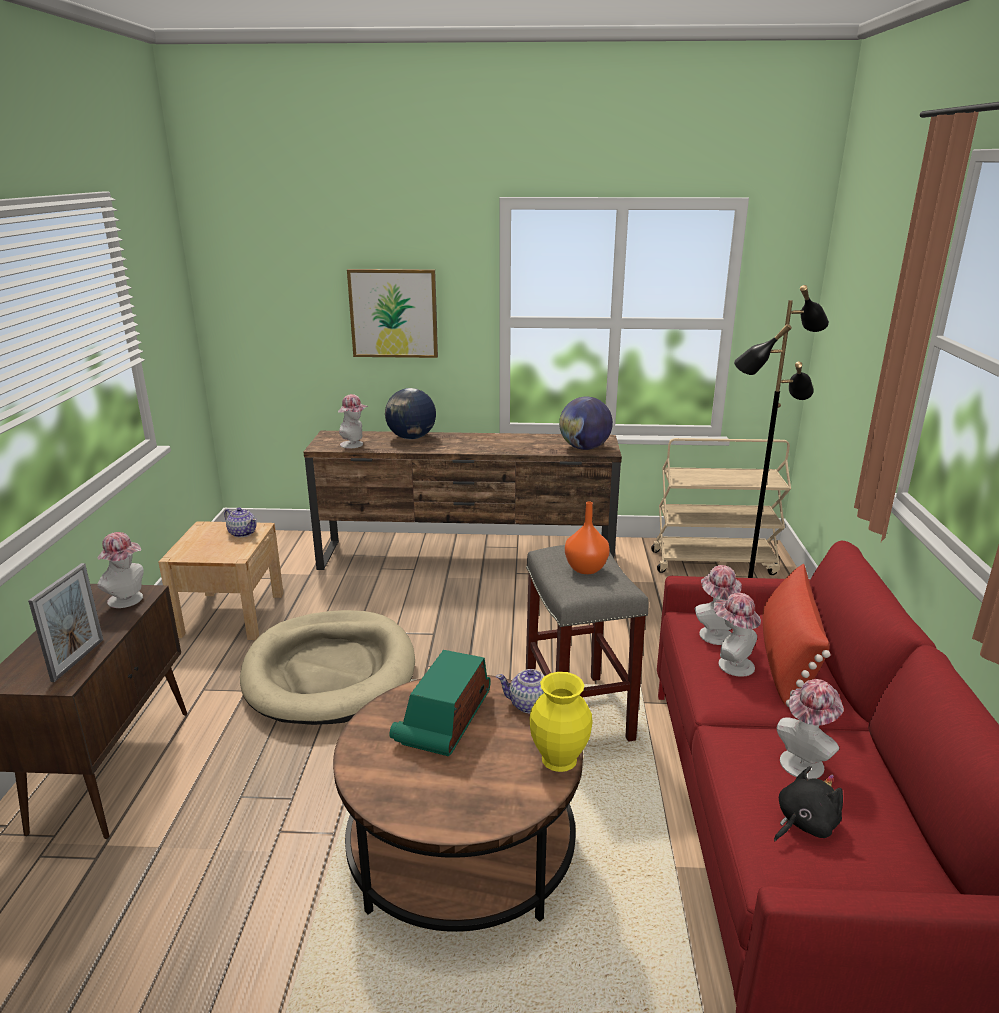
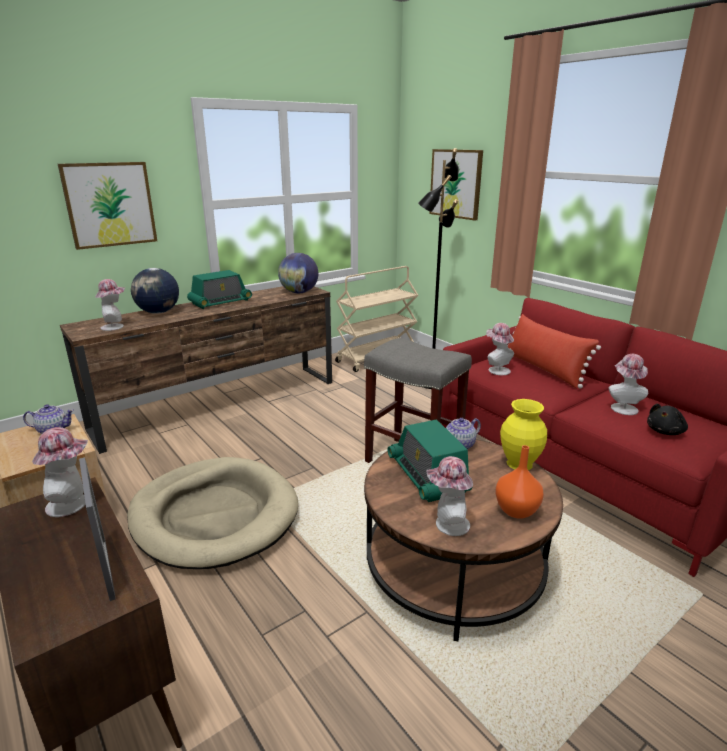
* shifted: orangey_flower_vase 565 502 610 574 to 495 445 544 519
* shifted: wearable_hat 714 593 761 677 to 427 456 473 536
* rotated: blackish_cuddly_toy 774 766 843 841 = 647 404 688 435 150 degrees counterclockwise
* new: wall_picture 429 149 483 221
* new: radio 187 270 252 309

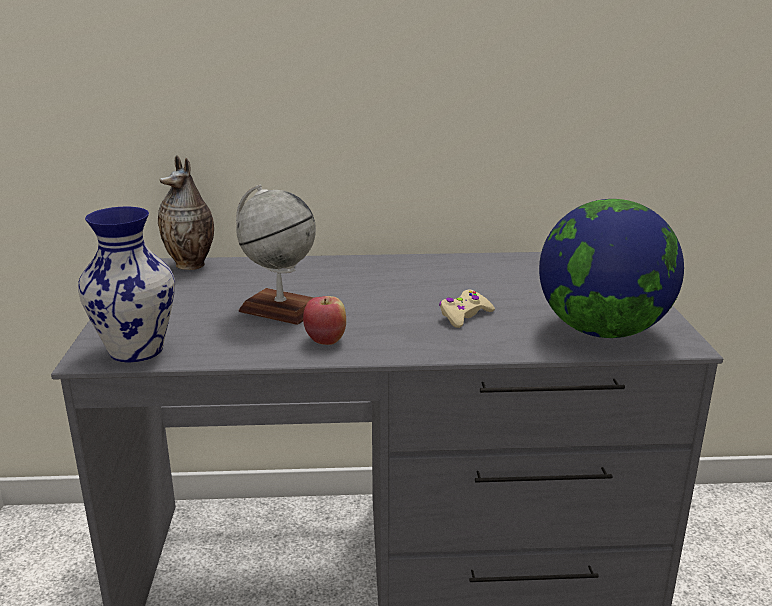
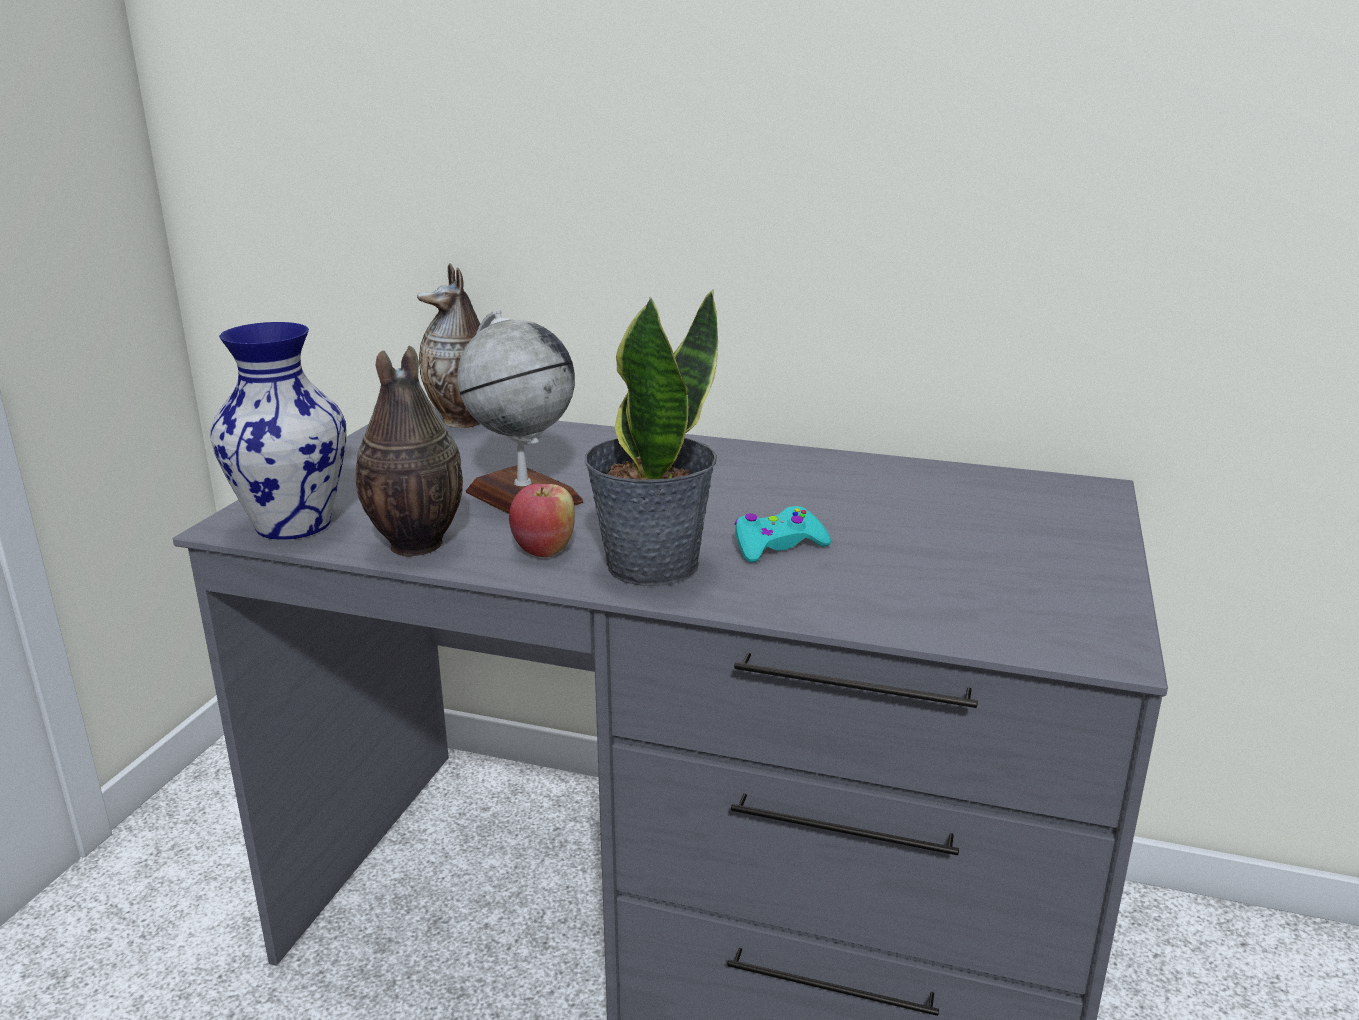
* gone: desk_globe 539 199 684 338
* repainted: beige_gamepad 439 290 495 328 to blue-green_gamepad 735 506 831 563
* new: plant_in_a_pot 584 289 718 586
* new: flower_vase 356 345 463 557

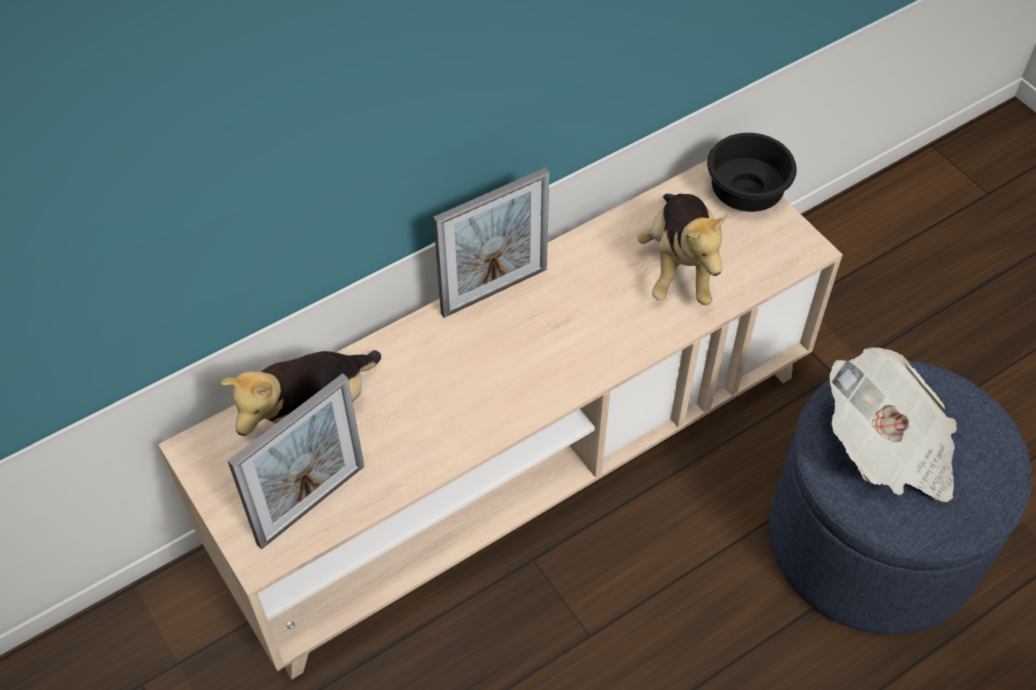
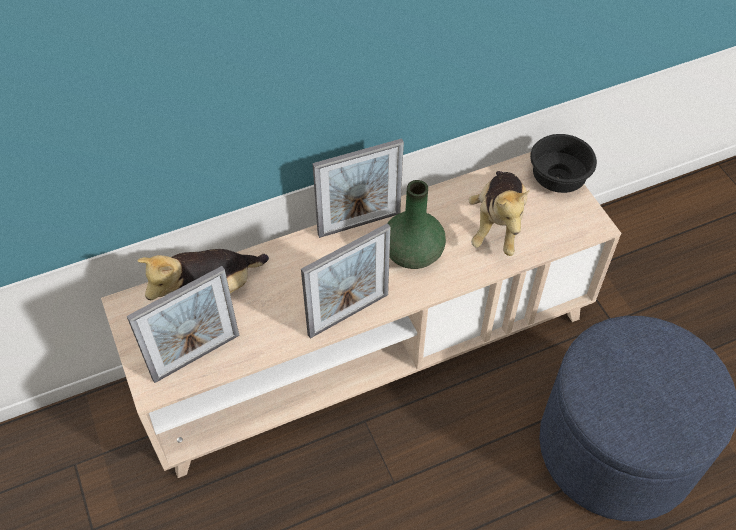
* gone: printed_paper 829 347 957 502
* new: green_flower_vase 388 180 446 269
* new: standing_frame 301 223 391 339

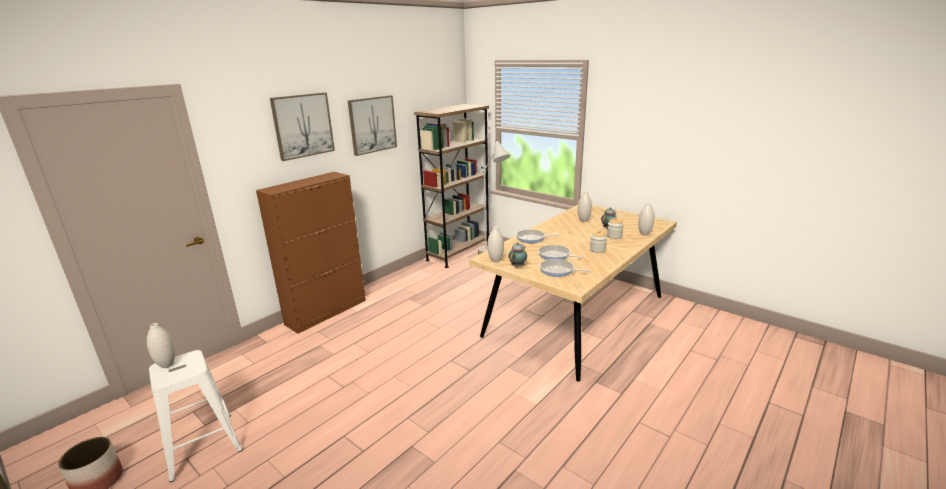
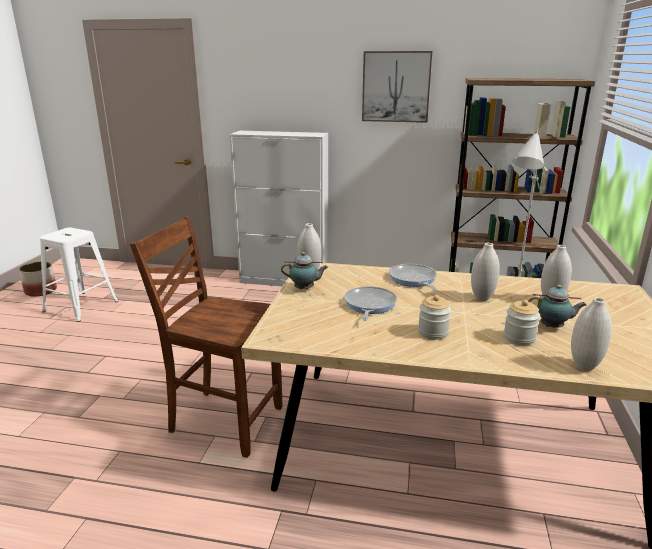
* gone: wall_picture 270 93 335 161
* repainted: brown-coloured_cabinet 256 172 366 334 to white_cabinet 229 131 328 286
* gone: skillet 540 259 591 277
* shifted: white_flower_vase 147 323 175 368 to 471 243 500 301
* new: brown-coloured_chair 130 216 283 458

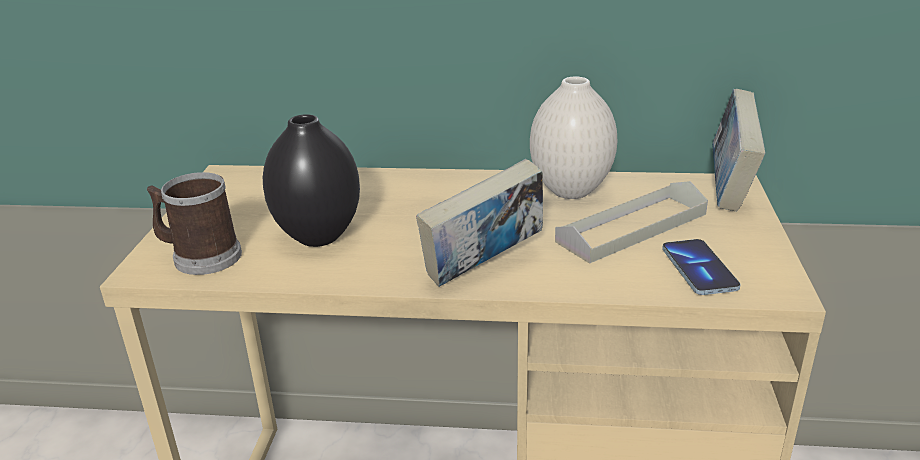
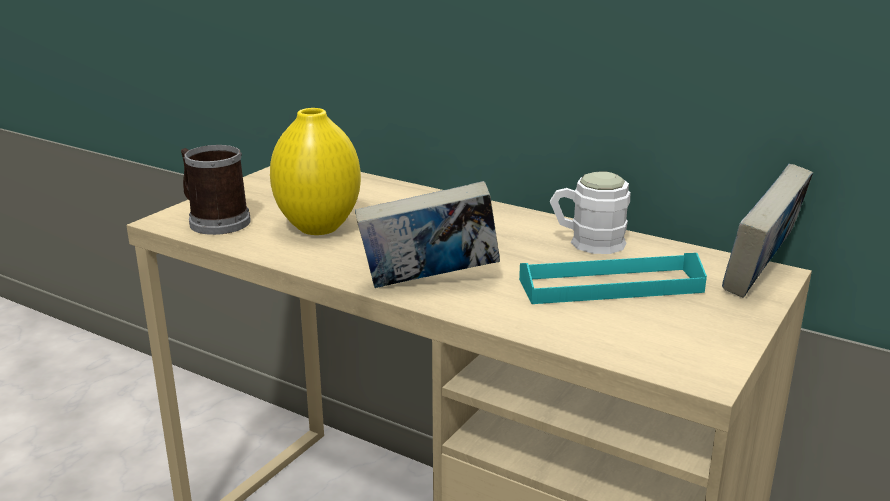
* swapped: white_flower_vase 530 77 617 199 to white_mug 550 172 630 254
* repainted: blackish_flower_vase 263 114 360 247 to yellow-coloured_flower_vase 270 108 361 235
* repainted: greyish_tray 555 181 708 264 to blue-green_tray 519 253 707 304
* gone: phone 662 239 740 295

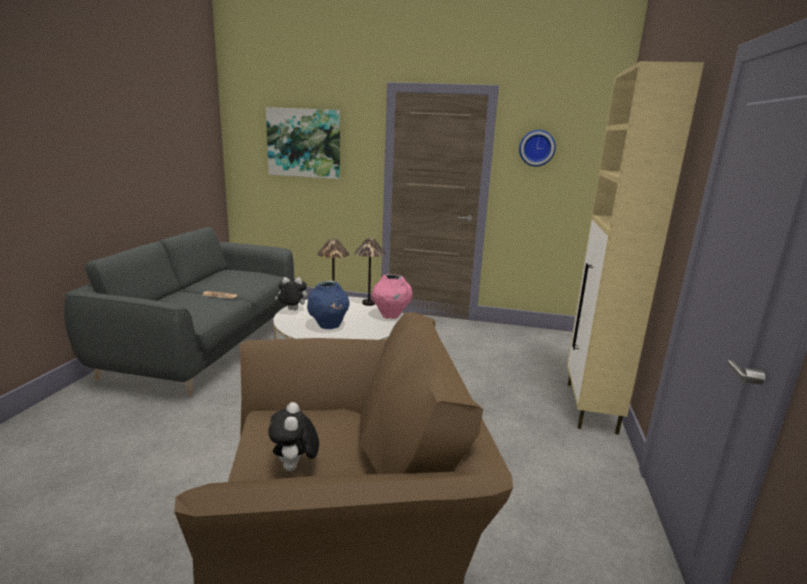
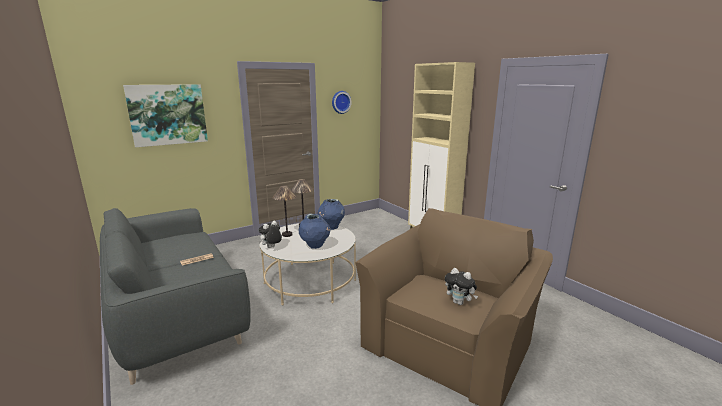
* repainted: pinkish_flower_vase 371 274 413 319 to bluish_flower_vase 318 199 345 230

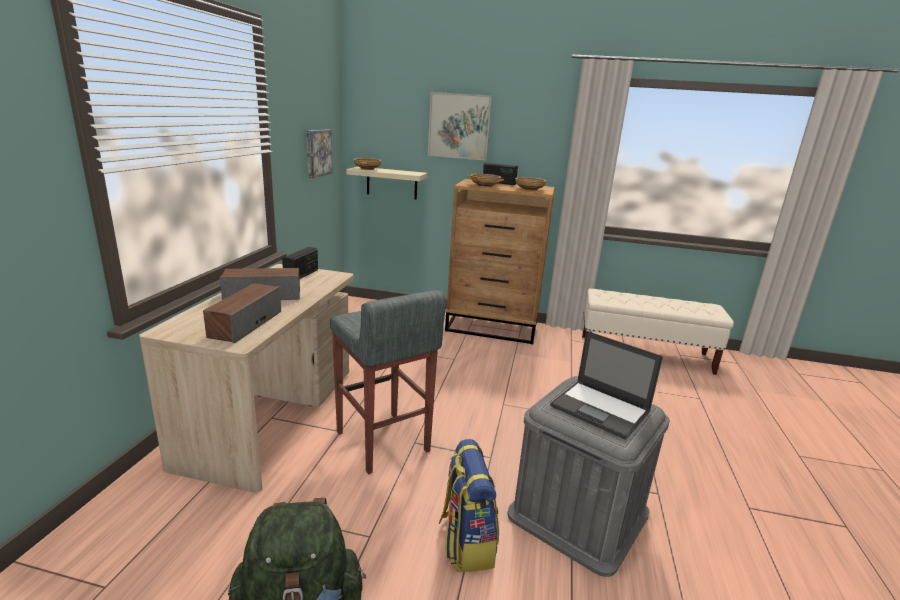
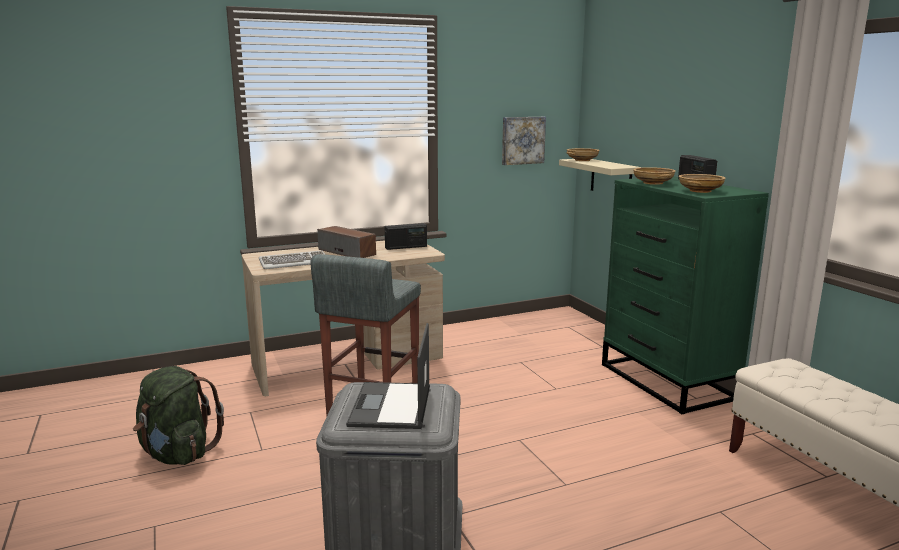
* gone: wall_picture 428 92 492 160
* repainted: brown-coloured_dresser 445 179 555 344 to green_dresser 602 176 769 414
* swapped: speaker 203 283 281 343 to keyboard 259 250 325 269
* gone: backpack 439 439 499 573

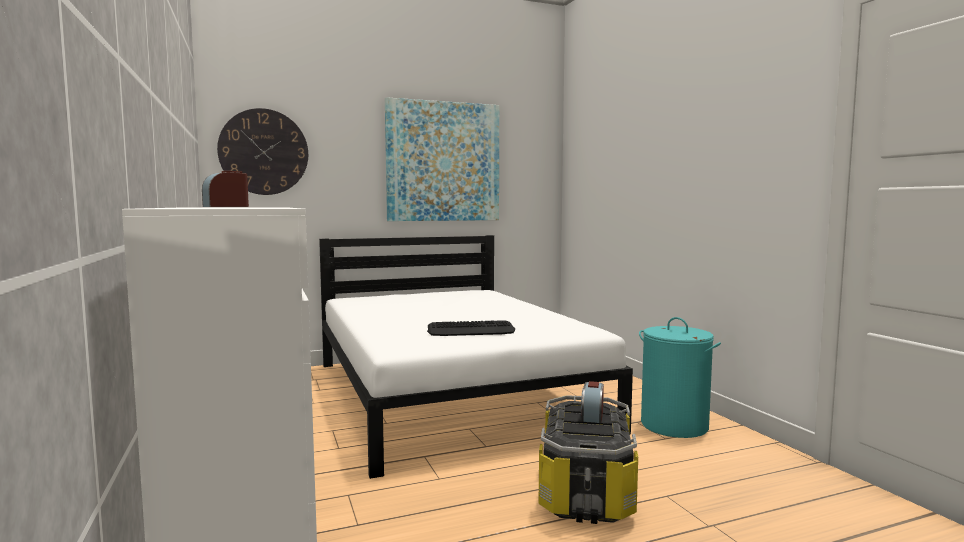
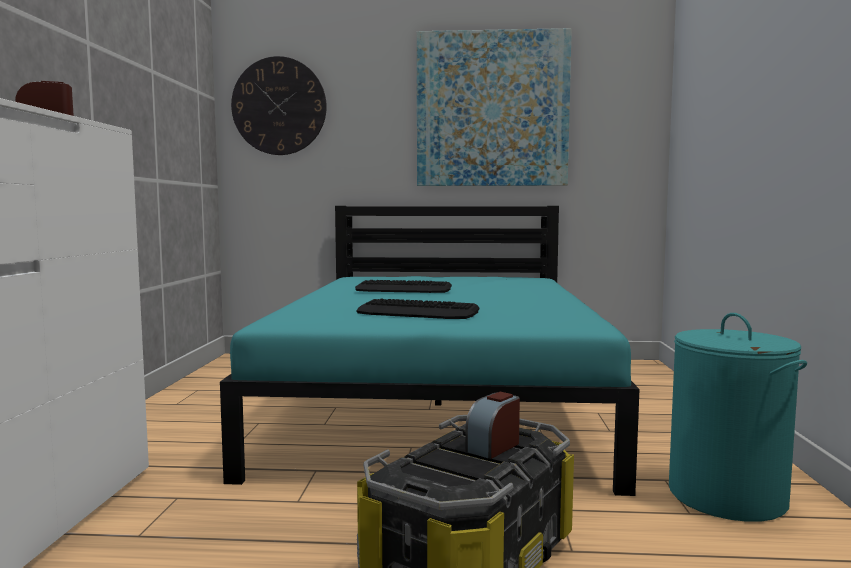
* repainted: white_sleeping_bed 319 235 633 479 to blue-green_sleeping_bed 220 206 640 496
* new: keyboard 355 280 452 293

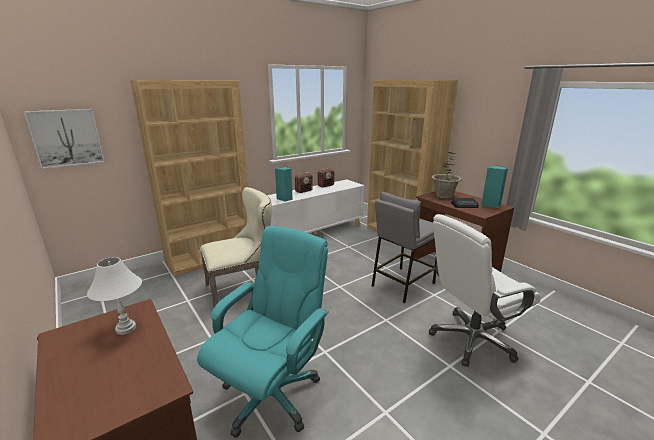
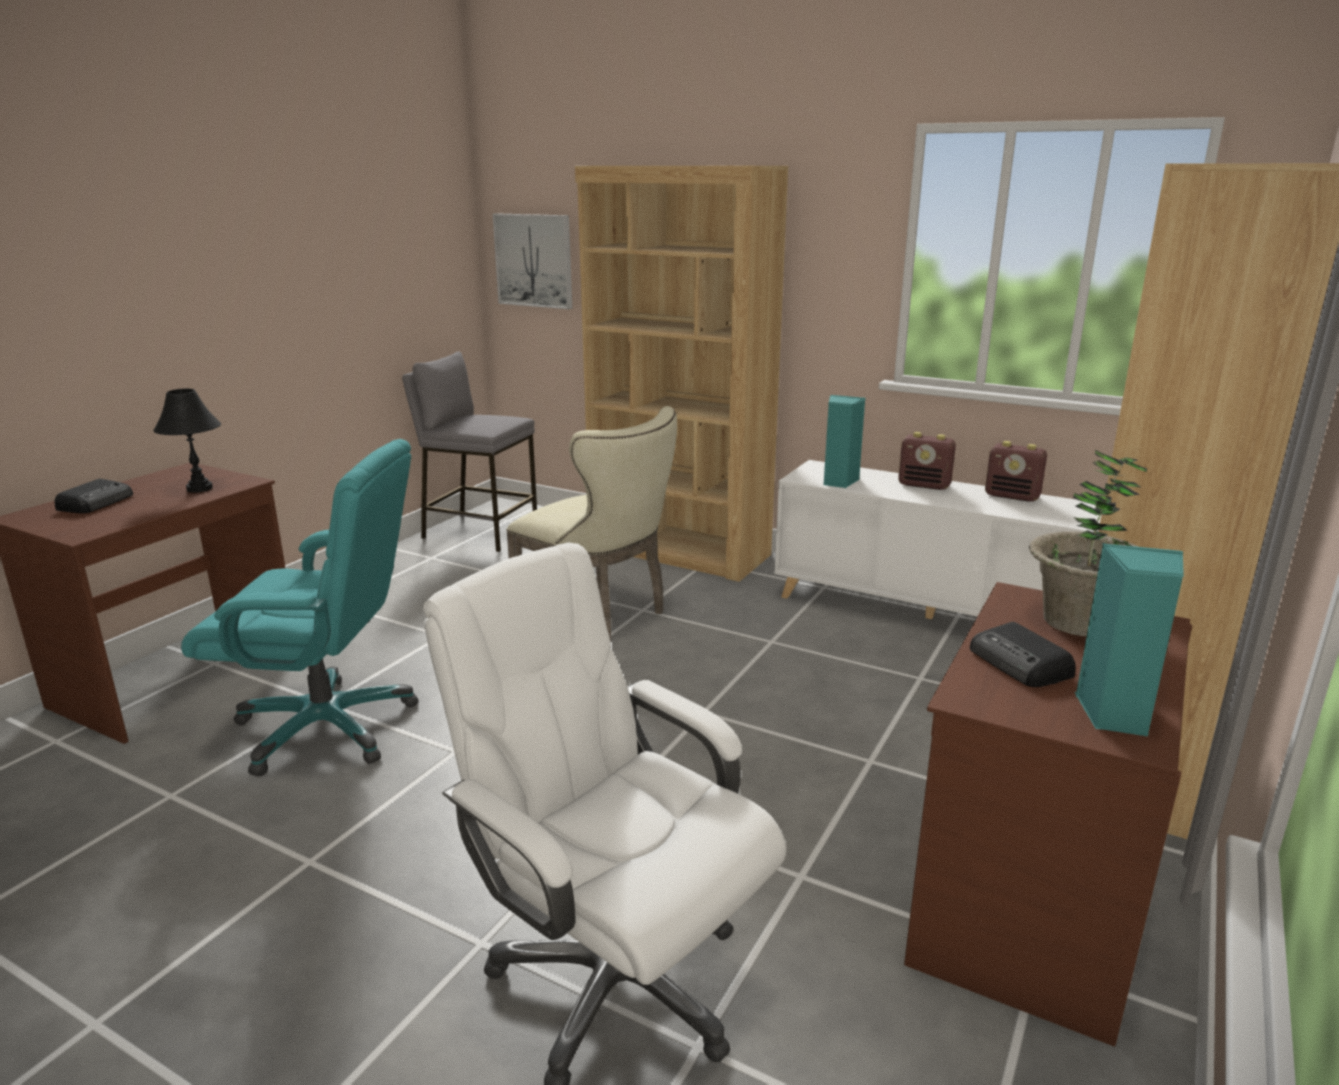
* shifted: greyish_stool 372 192 437 303 to 402 351 537 552
* repainted: white_lamp_for_a_table 87 257 142 335 to blackish_lamp_for_a_table 154 389 221 493
* new: radio 54 479 133 513

